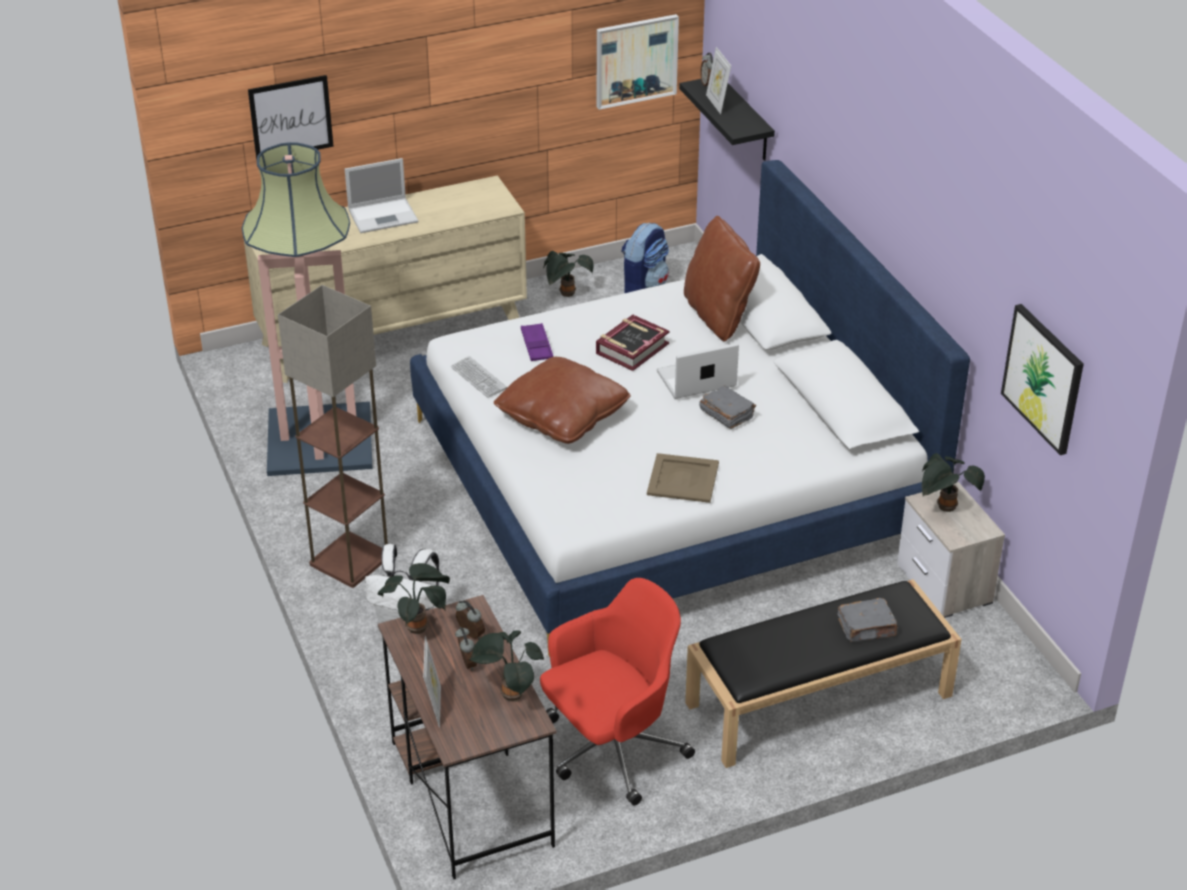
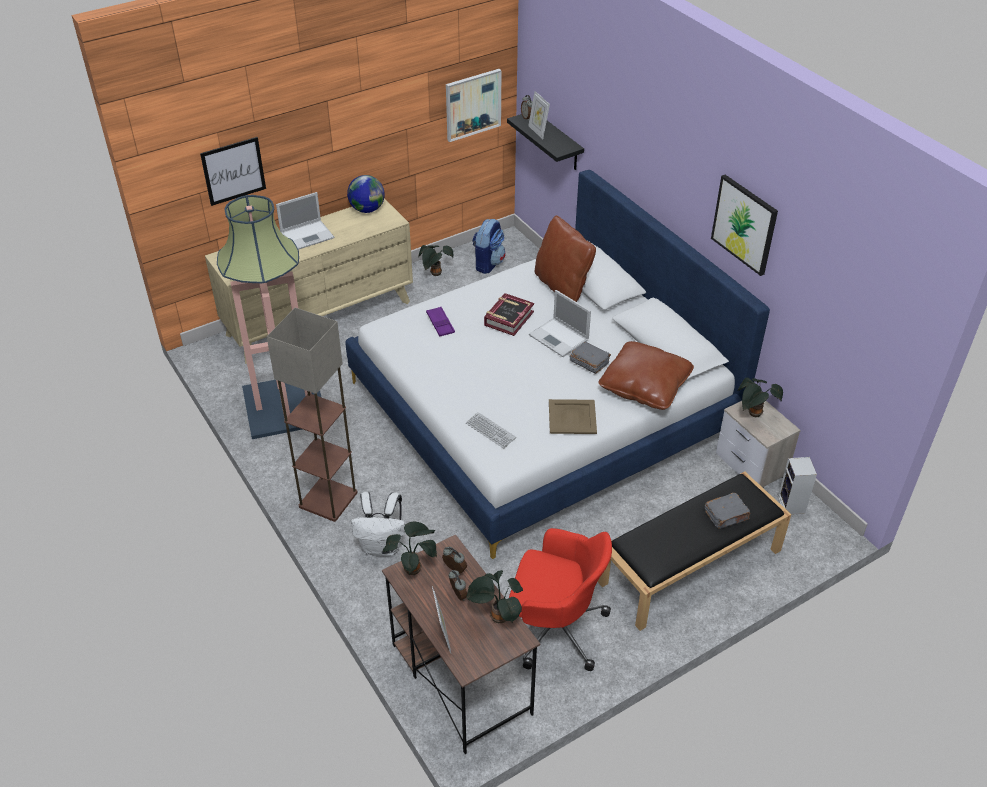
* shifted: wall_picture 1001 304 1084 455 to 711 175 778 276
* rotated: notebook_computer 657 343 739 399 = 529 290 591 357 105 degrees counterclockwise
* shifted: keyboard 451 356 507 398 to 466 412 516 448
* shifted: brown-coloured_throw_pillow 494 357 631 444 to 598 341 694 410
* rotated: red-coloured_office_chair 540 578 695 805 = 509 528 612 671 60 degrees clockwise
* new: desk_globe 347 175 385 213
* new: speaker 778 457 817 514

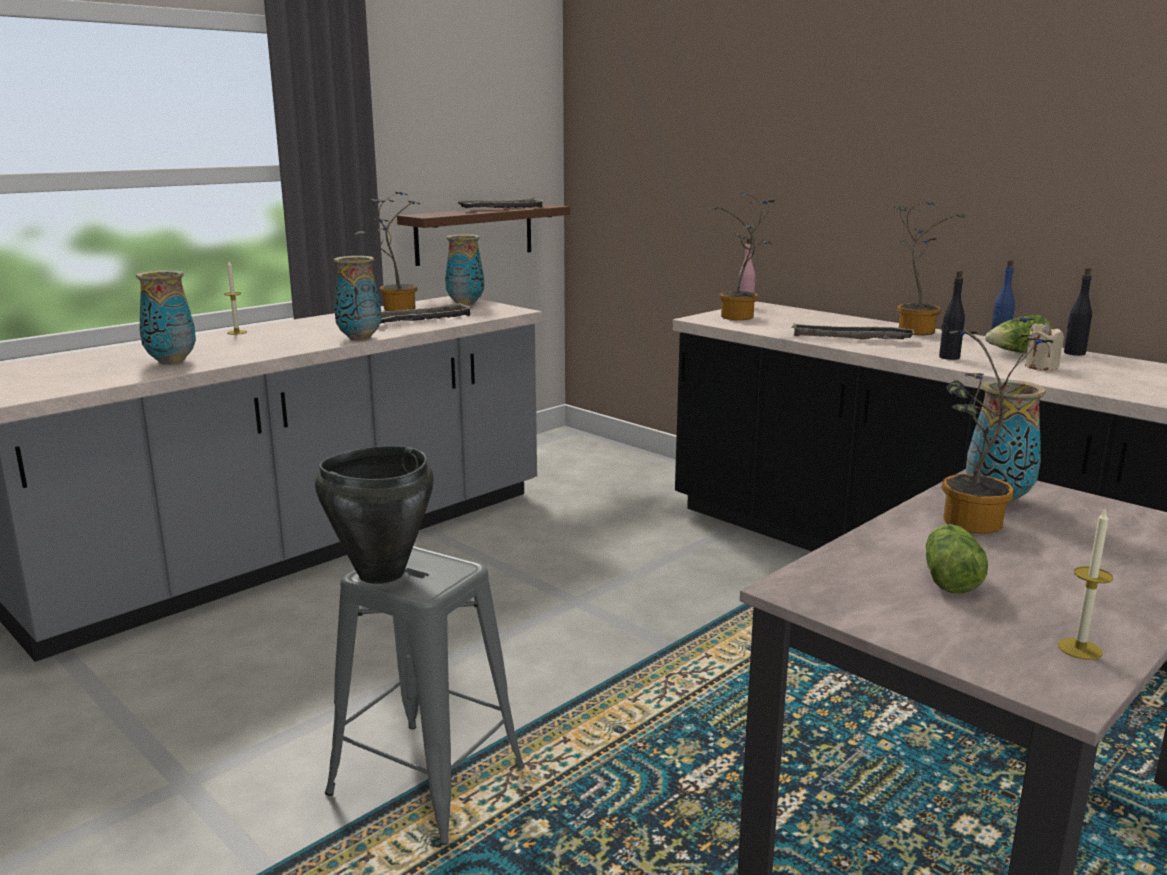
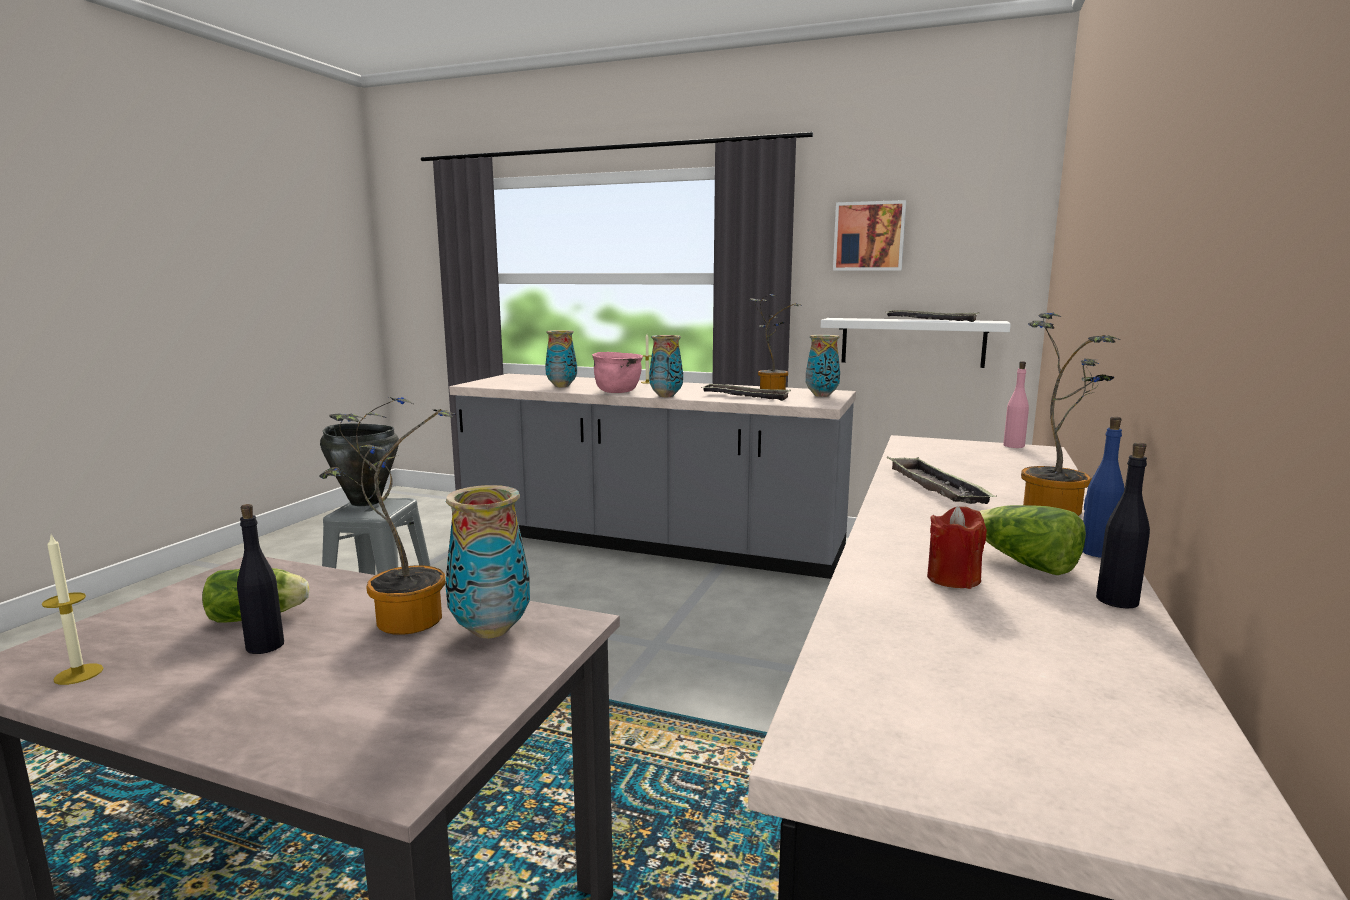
* gone: plant_in_a_pot 709 193 775 320
* repainted: brown-coloured_bracket_shelf 397 204 570 266 to white_bracket_shelf 821 318 1011 368
* shifted: blackish_bottle 939 270 965 360 to 237 504 284 654
* repainted: beige_wax_light 1025 323 1064 371 to red-coloured_wax_light 927 506 987 589
* new: wall_picture 833 200 906 271
* new: pinkish_cooking_pot 592 352 643 393

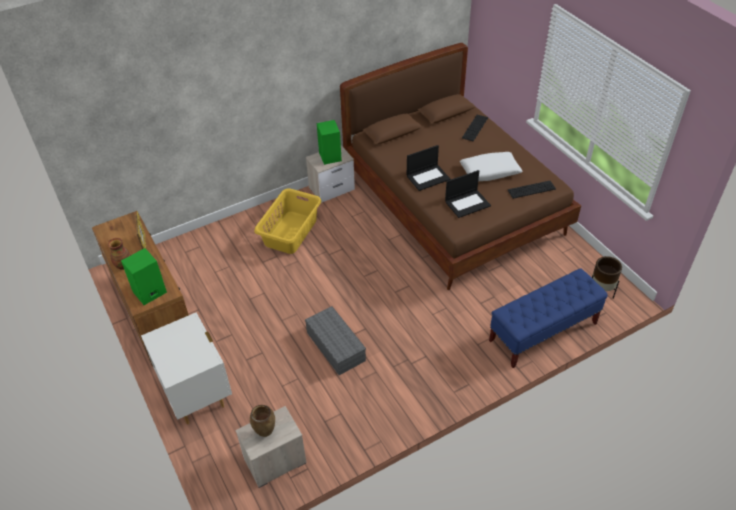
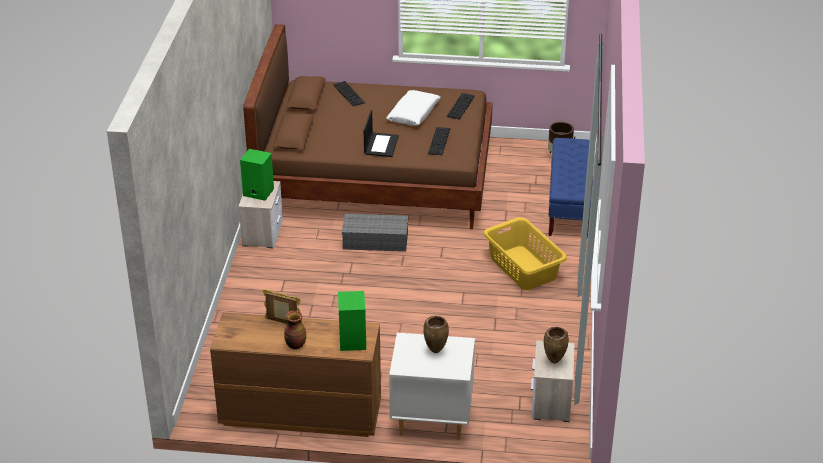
* swapped: notebook_computer 445 170 491 218 to keyboard 428 127 450 155
* shifted: yellow-coloured_washing_basket 254 188 321 254 to 483 217 567 290
* shifted: greyish_storage_bin 305 306 366 375 to 342 213 408 252
* new: brown-coloured_flower_vase 423 316 449 353

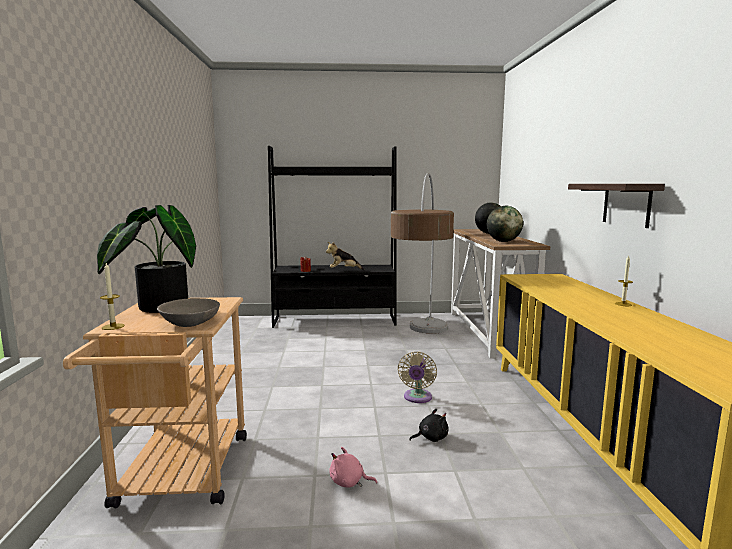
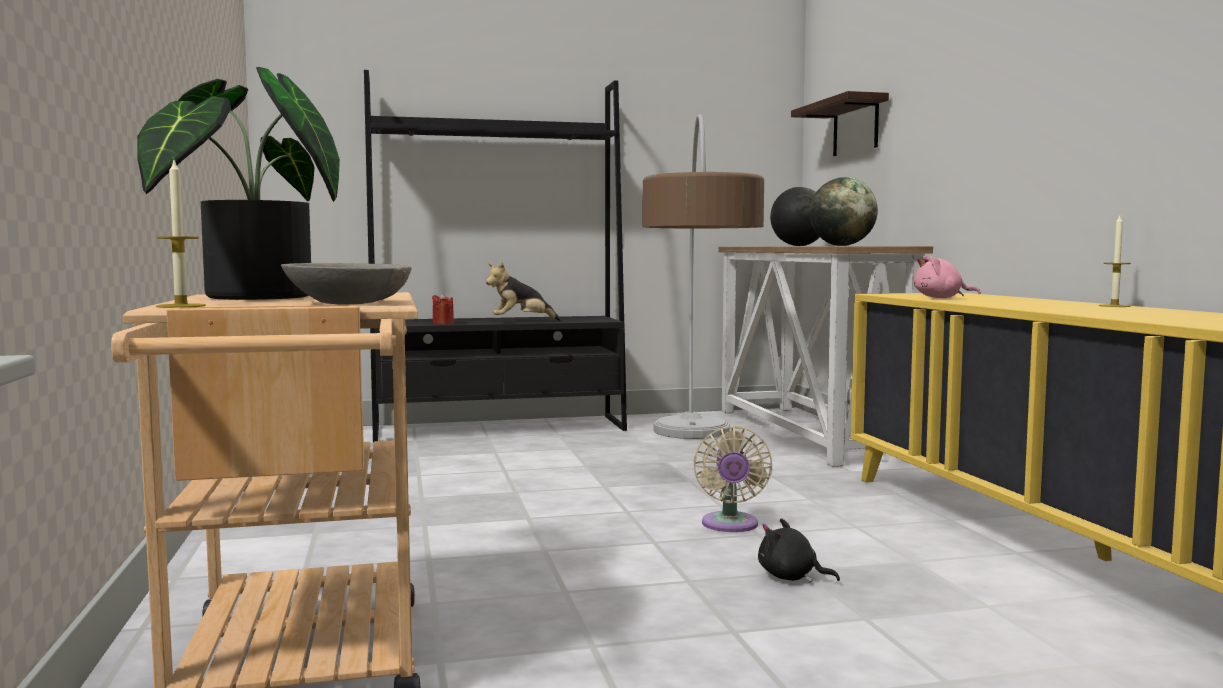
* shifted: bracket_shelf 568 184 665 228 to 791 91 889 156
* rotated: blackish_cuddly_toy 409 409 449 442 = 758 518 840 583 120 degrees counterclockwise
* shifted: pinkish_cuddly_toy 329 447 377 487 to 914 256 981 298

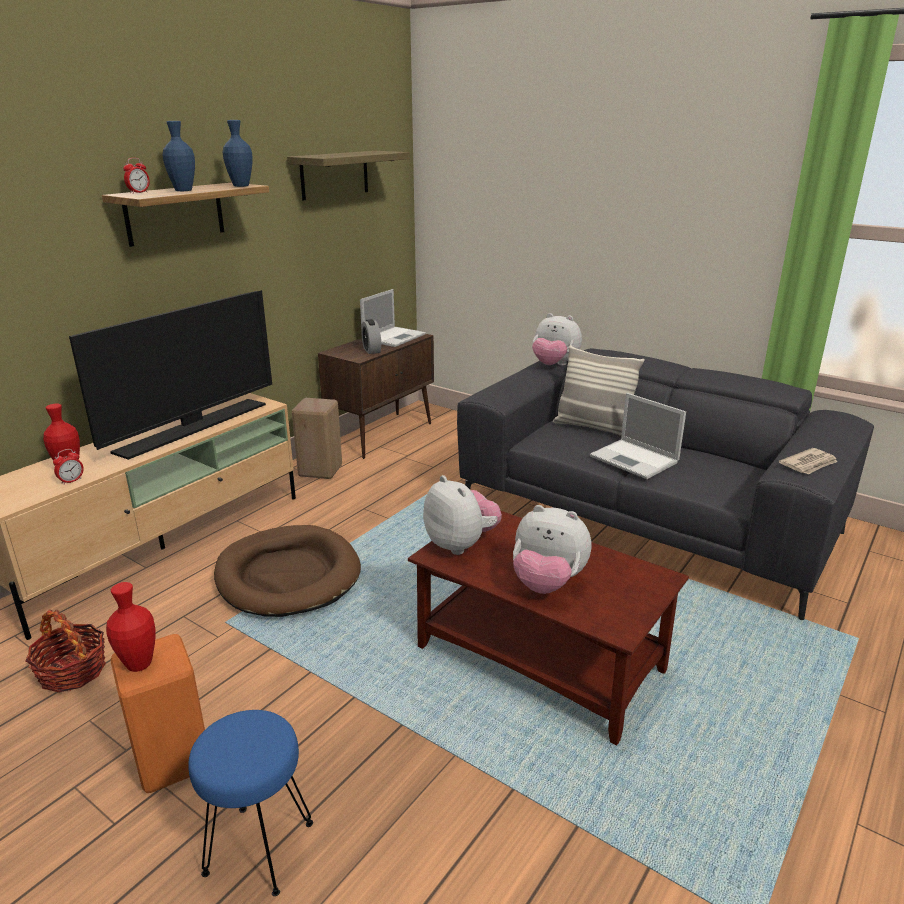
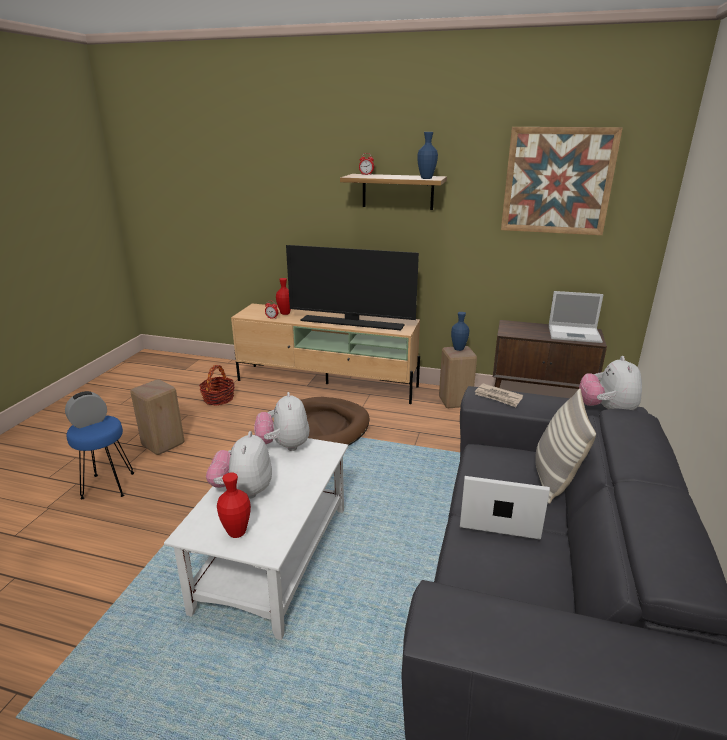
* shifted: bluish_flower_vase 163 121 195 191 to 451 312 469 351
* swapped: bracket_shelf 287 151 410 200 to wall_picture 501 127 623 235
* shifted: alarm_clock 361 319 381 354 to 65 391 107 428
* rotated: notebook_computer 590 393 686 479 = 460 476 550 539 75 degrees clockwise
* shifted: printed_paper 779 448 837 474 to 475 383 523 407
* rotated: cuddly_toy 423 475 502 555 = 254 392 309 451 135 degrees clockwise
* repainted: brown-coloured_coffee_table 408 511 689 745 to white_coffee_table 164 438 348 640
* shifted: red-coloured_flower_vase 106 582 156 672 to 217 473 251 538
* repainted: orangey_stool 111 634 205 793 to beige_stool 130 379 184 455

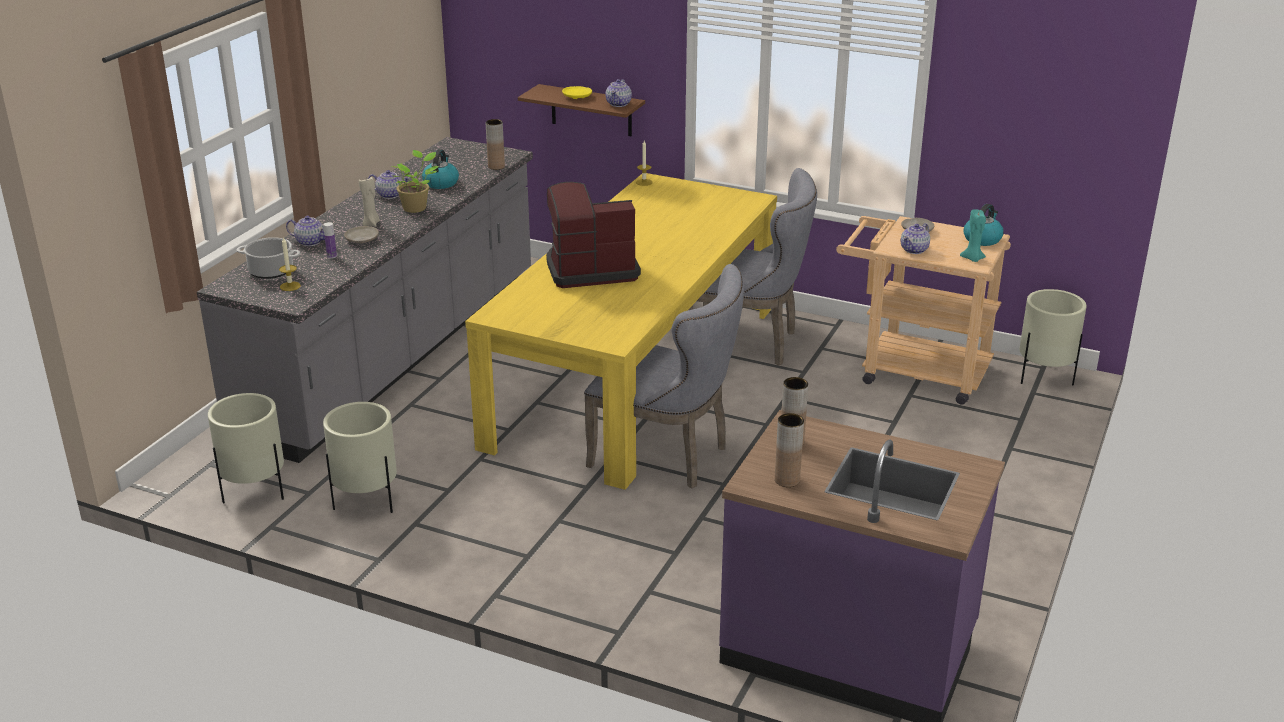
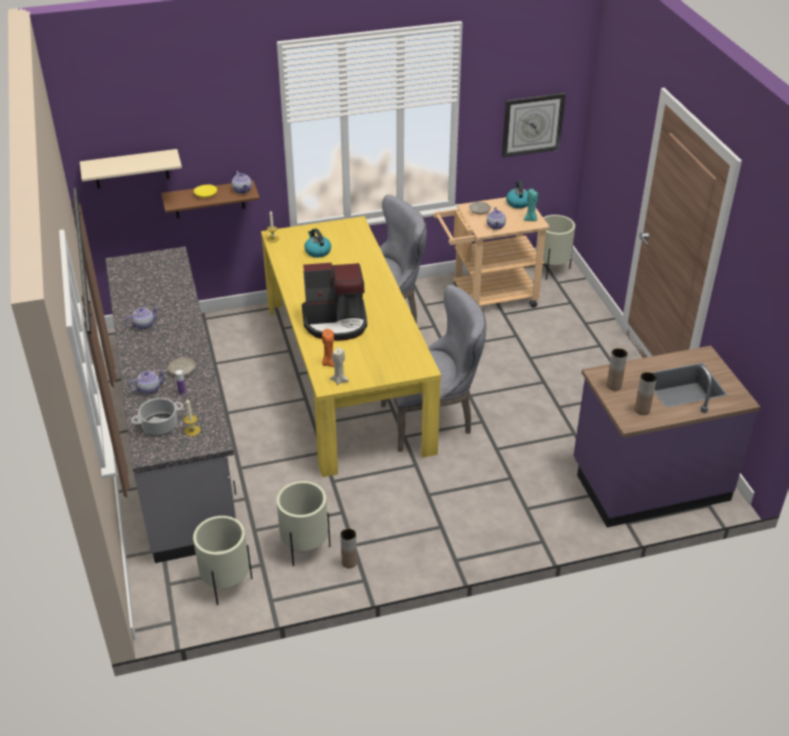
* shifted: brown-coloured_flower_vase 486 119 505 170 to 341 529 357 568
* shifted: water_kettle 422 149 459 189 to 304 228 331 258
* gone: plant_in_a_pot 392 150 439 213
* shifted: beige_wax_light 359 177 380 227 to 330 347 349 385
* rotated: coffee_brewer 546 182 641 288 = 302 263 367 341 135 degrees counterclockwise
* new: clock_on_the_wall 502 93 566 158
* new: beige_bracket_shelf 80 149 182 189
* new: orangey_wax_light 322 329 334 367

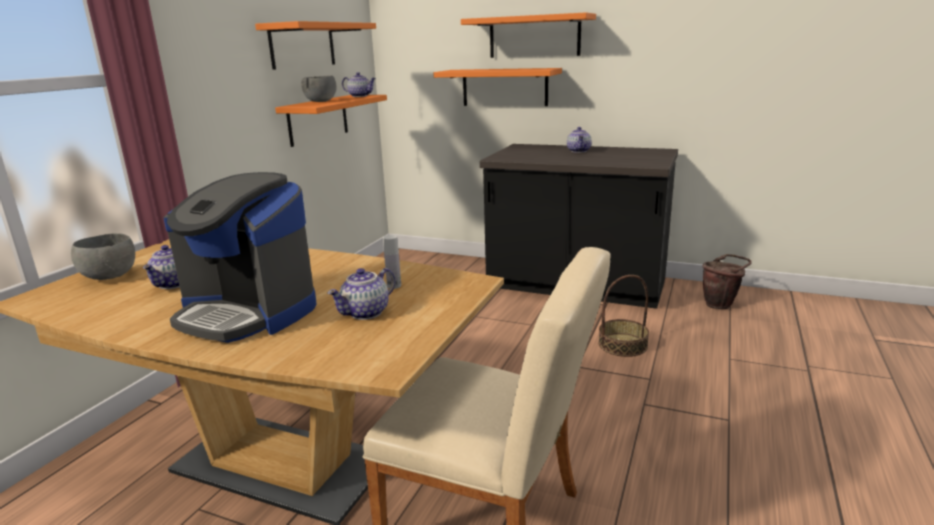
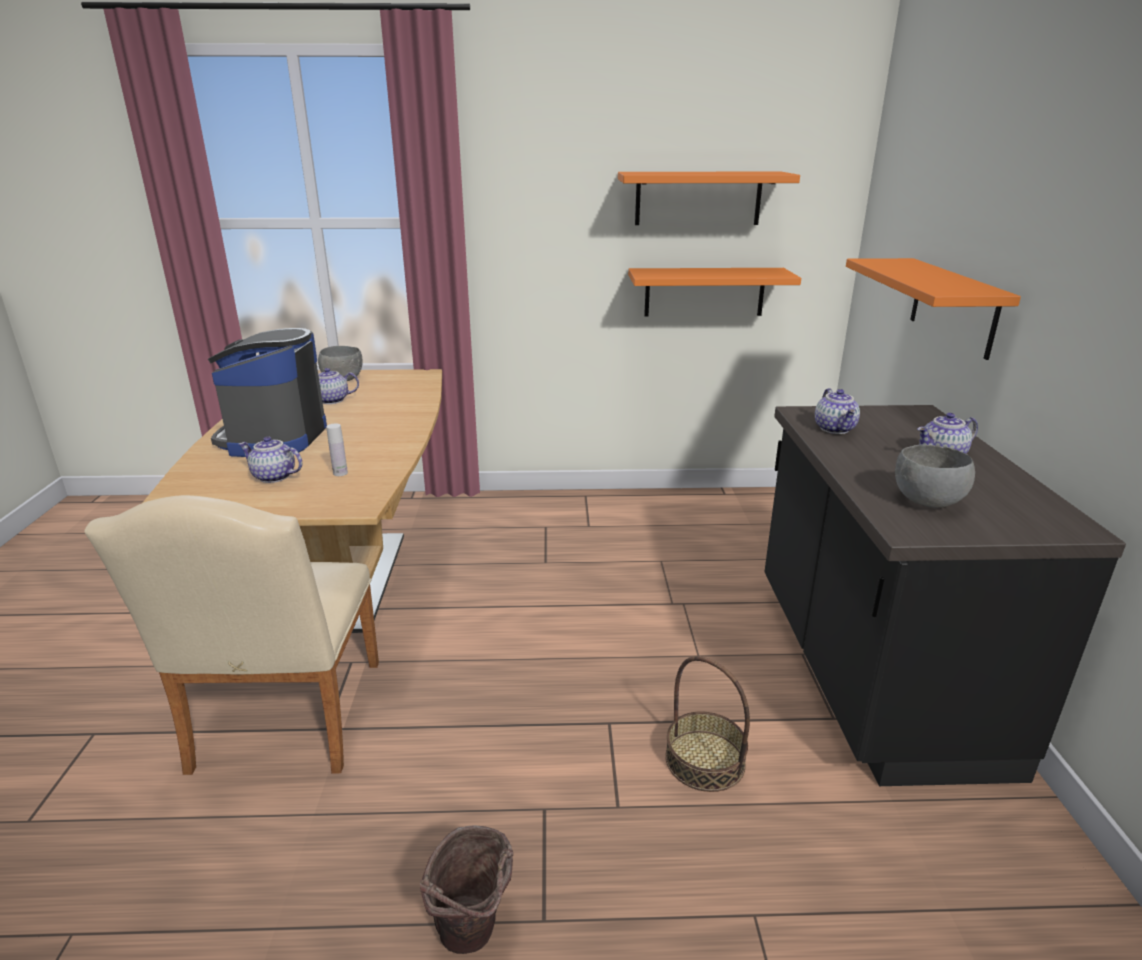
* gone: orangey_bracket_shelf 461 13 596 58
* shifted: teapot 342 72 376 97 to 815 388 860 434
* shifted: greyish_deep_dish 301 75 337 102 to 895 444 975 508
* shifted: brown-coloured_pail 702 254 752 309 to 420 826 513 954

